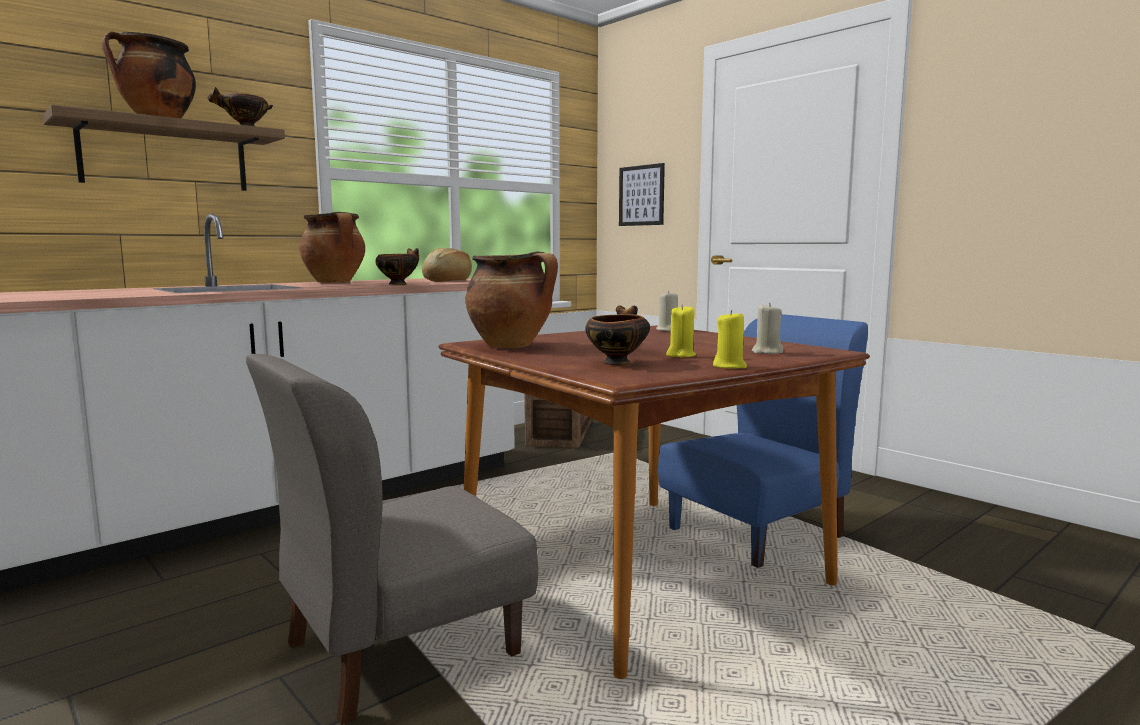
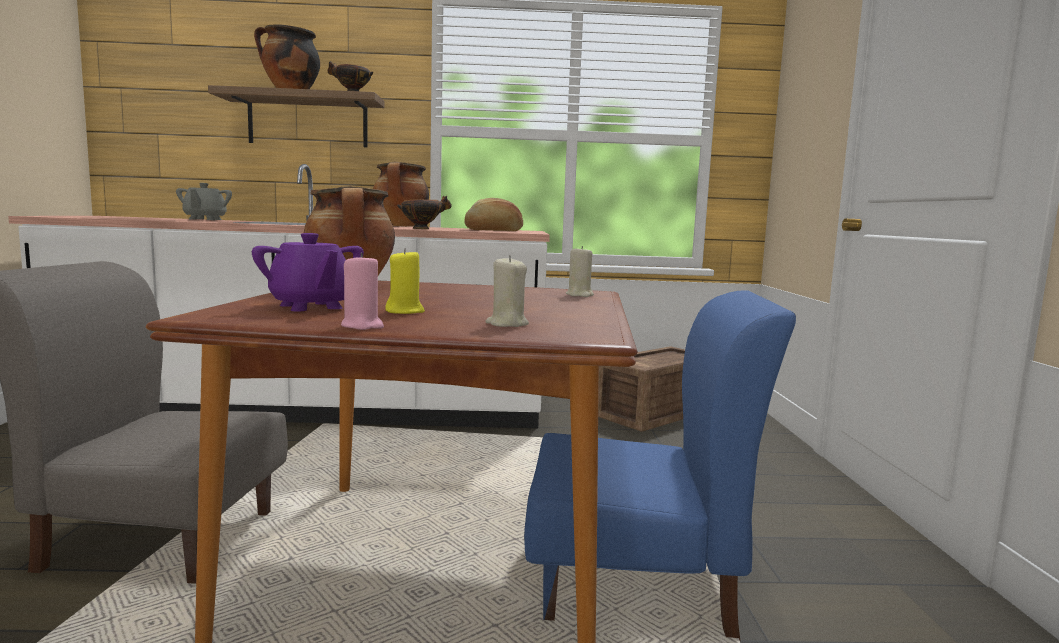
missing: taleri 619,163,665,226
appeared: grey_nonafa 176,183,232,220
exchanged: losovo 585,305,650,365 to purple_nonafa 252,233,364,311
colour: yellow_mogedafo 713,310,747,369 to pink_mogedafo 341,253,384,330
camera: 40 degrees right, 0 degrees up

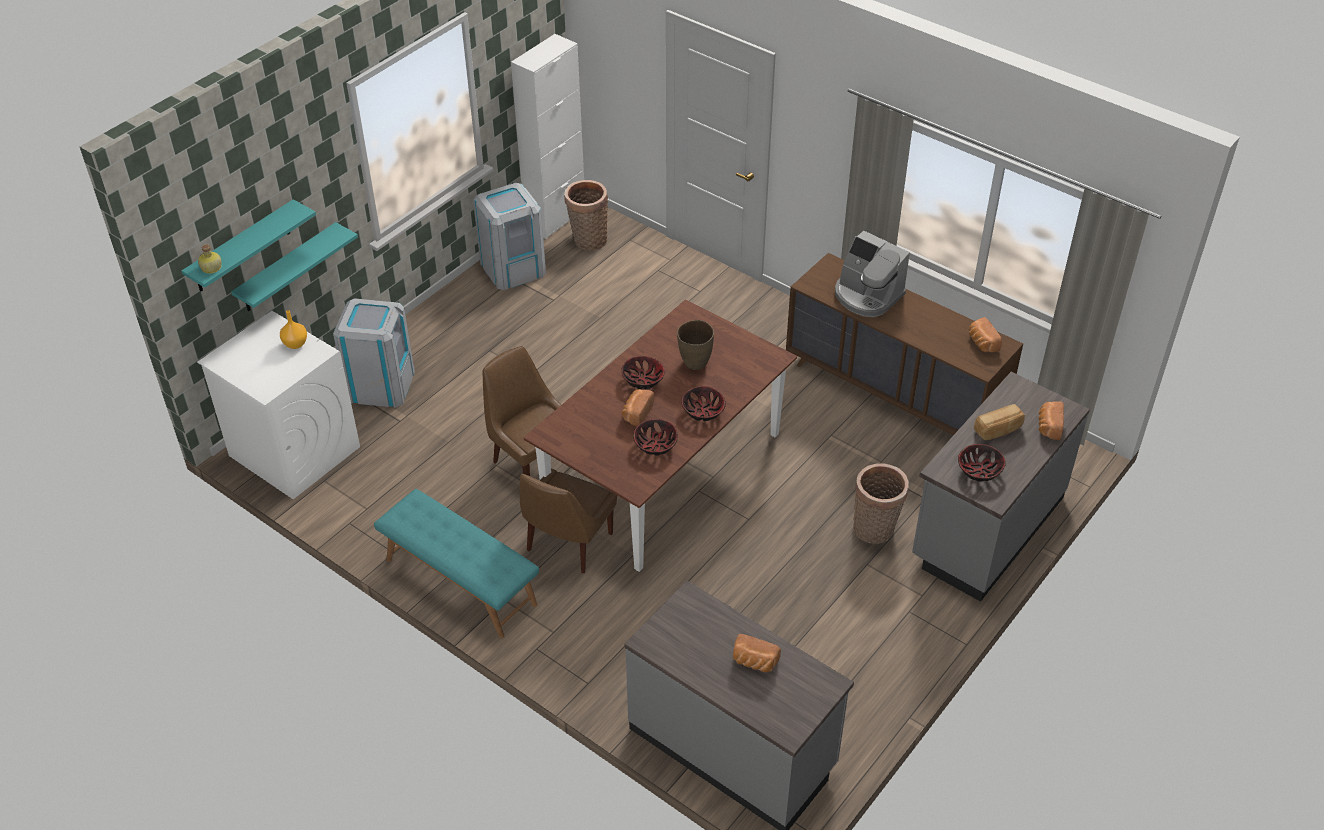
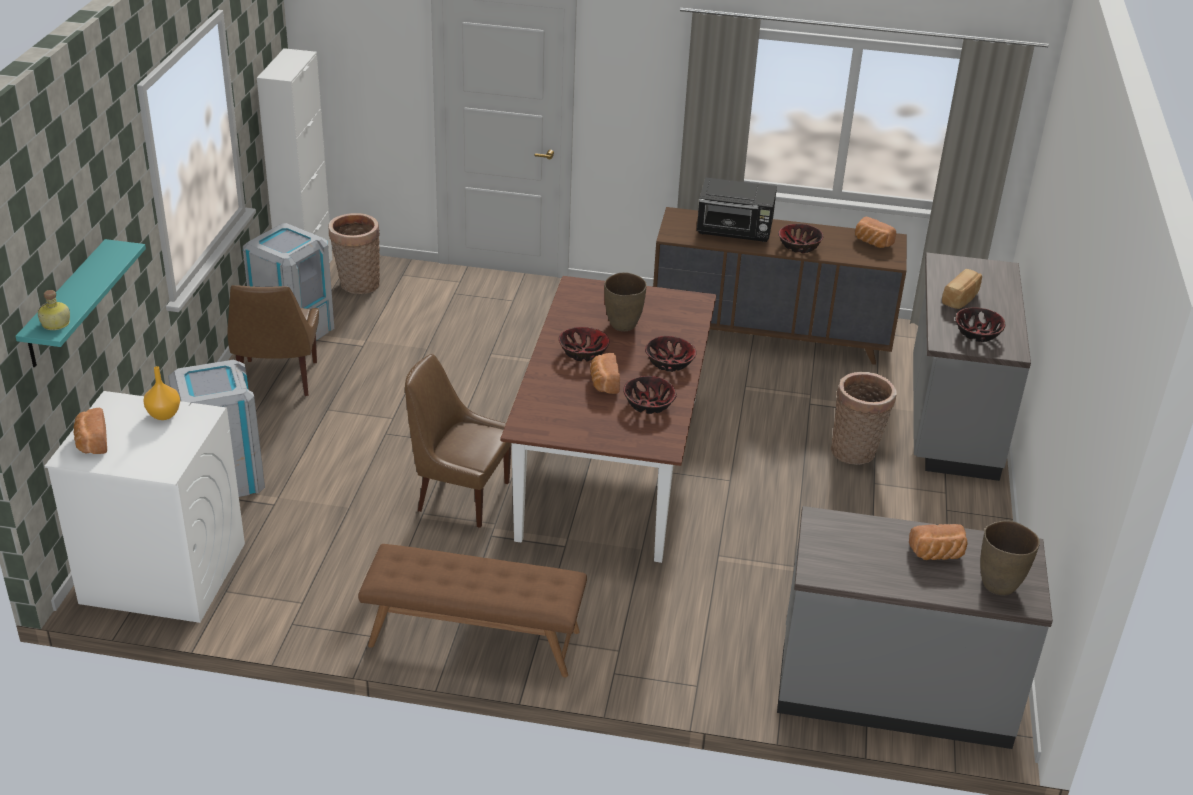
missing: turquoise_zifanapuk 231,222,358,311
appeared: losovo 778,223,824,253; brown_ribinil 980,521,1040,595
relocated: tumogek 1038,401,1064,440 to 73,408,107,454; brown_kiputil 520,469,617,573 to 227,285,319,396
exchanged: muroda 835,231,910,317 to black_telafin 697,178,777,242
colour: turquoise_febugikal 374,489,539,638 to brown_febugikal 358,544,587,678
camera: 30 degrees left, 10 degrees down

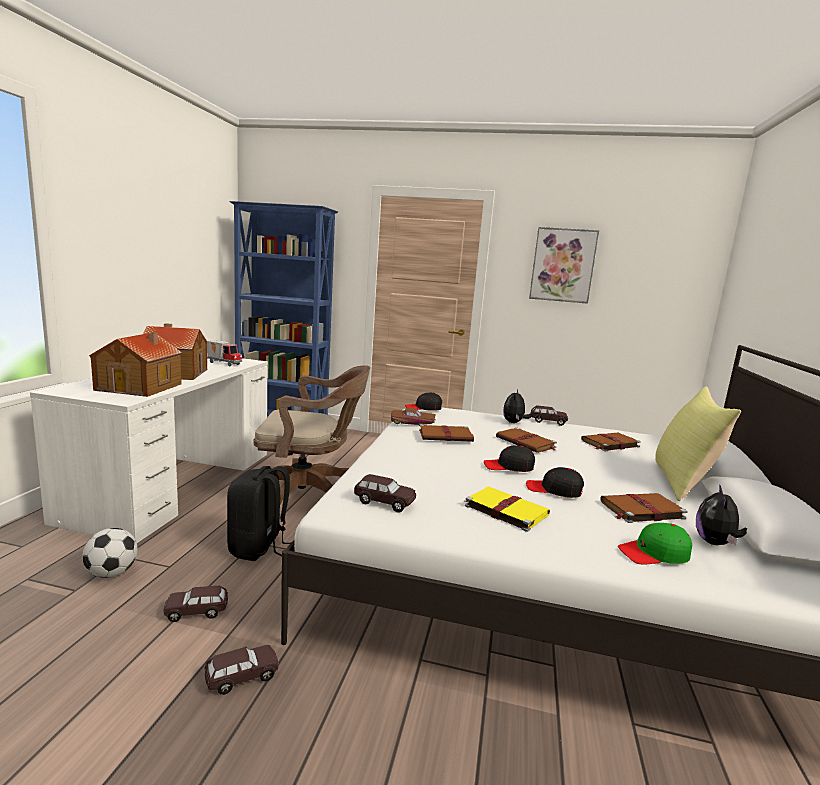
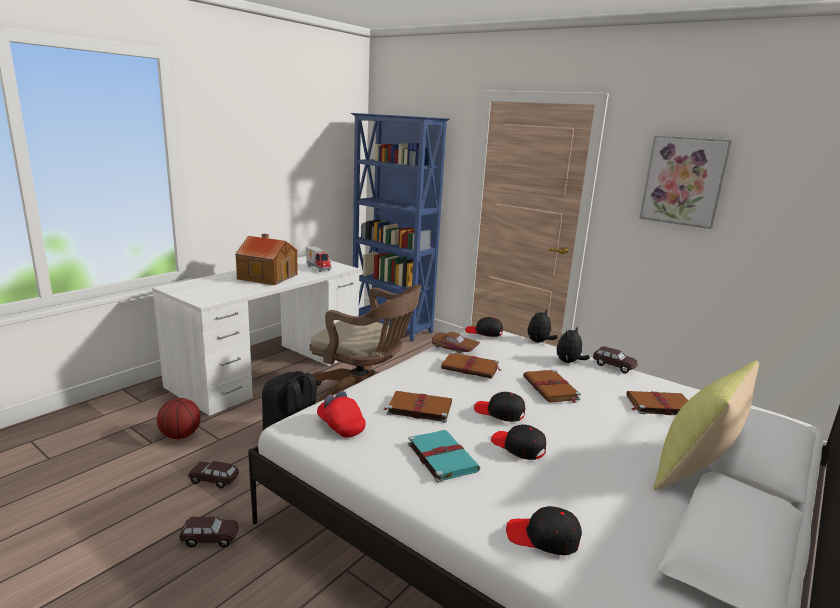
missing: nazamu 89,332,182,397
relocated: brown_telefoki 600,493,688,523 to 383,391,452,423; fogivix 696,486,747,546 to 528,309,558,342
exchanged: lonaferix 82,528,138,578 to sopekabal 157,398,201,439; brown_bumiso 354,474,416,513 to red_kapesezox 317,391,366,437
colour: yellow_telefoki 465,487,550,532 to turquoise_telefoki 408,430,480,483; green_kapesezox 618,523,692,565 to black_kapesezox 506,506,582,555
camera: 25 degrees right, 5 degrees up

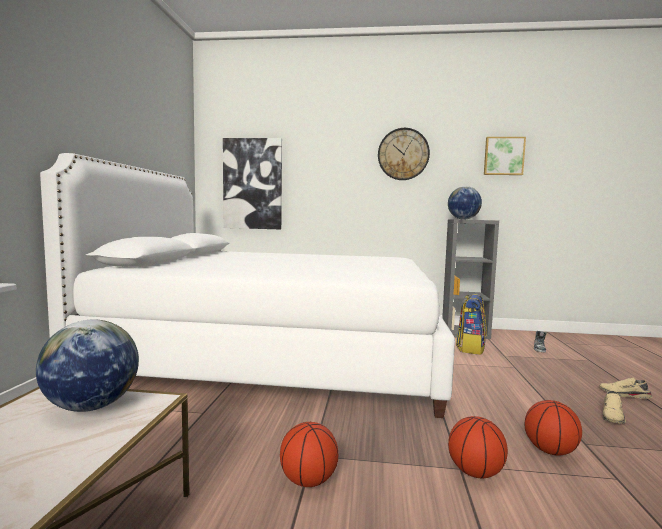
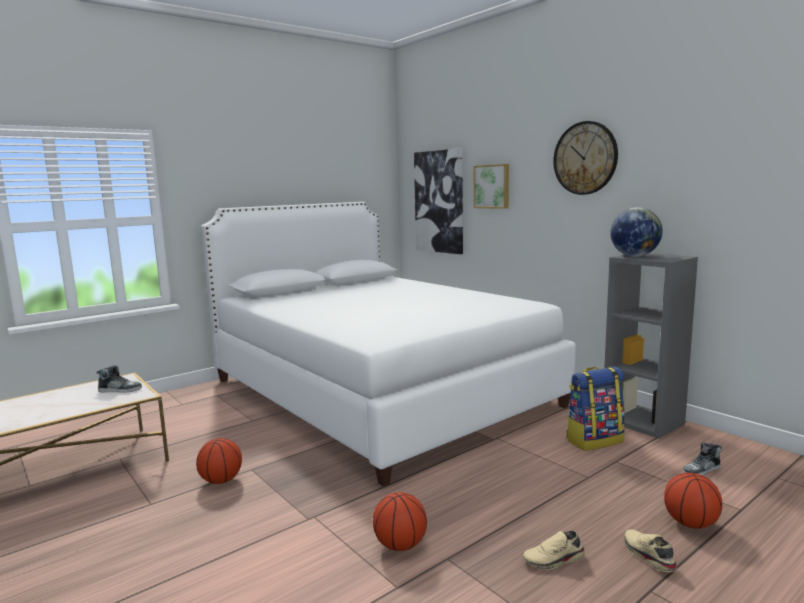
relocated: taleri 484,137,526,175 to 474,164,509,209; sopekabal 448,416,508,478 to 664,473,722,529
exchanged: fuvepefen 36,320,139,412 to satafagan 97,366,142,393
camera: 45 degrees right, 5 degrees up

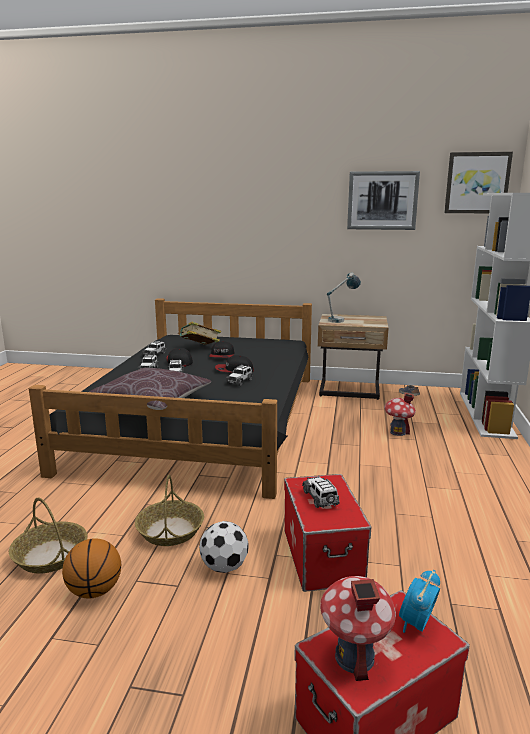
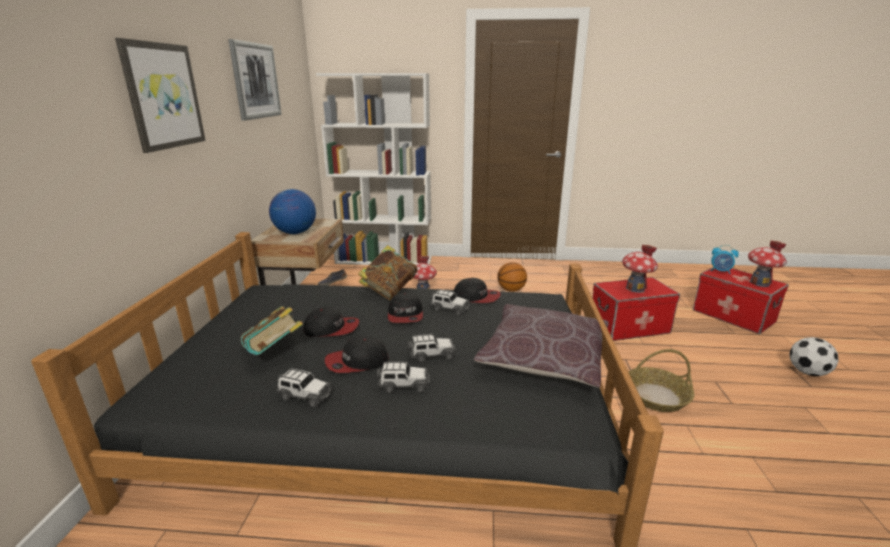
missing: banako 9,497,88,573
appeared: telefoki 358,245,418,300; kapesezox 453,278,501,303
relocated: taleri 444,152,513,213 to 115,38,206,153; sopekabal 62,538,121,599 to 497,262,527,292; lonaferix 199,521,249,573 to 790,337,839,376
exchanged: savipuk 327,272,361,323 to fuvepefen 269,189,316,234; bumiso 302,476,340,508 to nazamu 622,245,658,293
camera: 95 degrees left, 5 degrees up

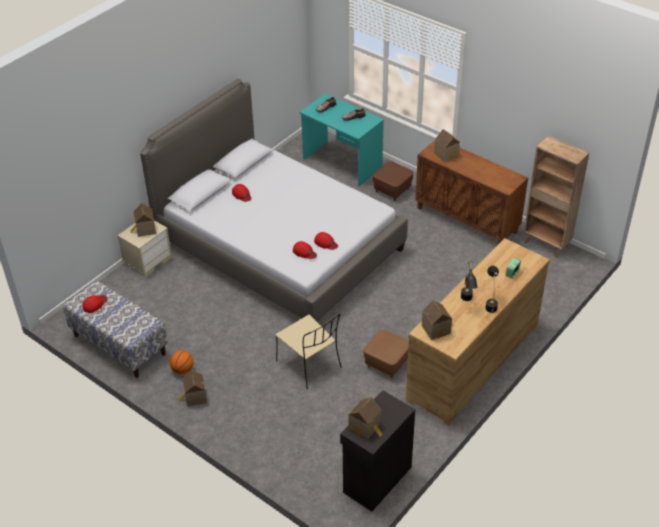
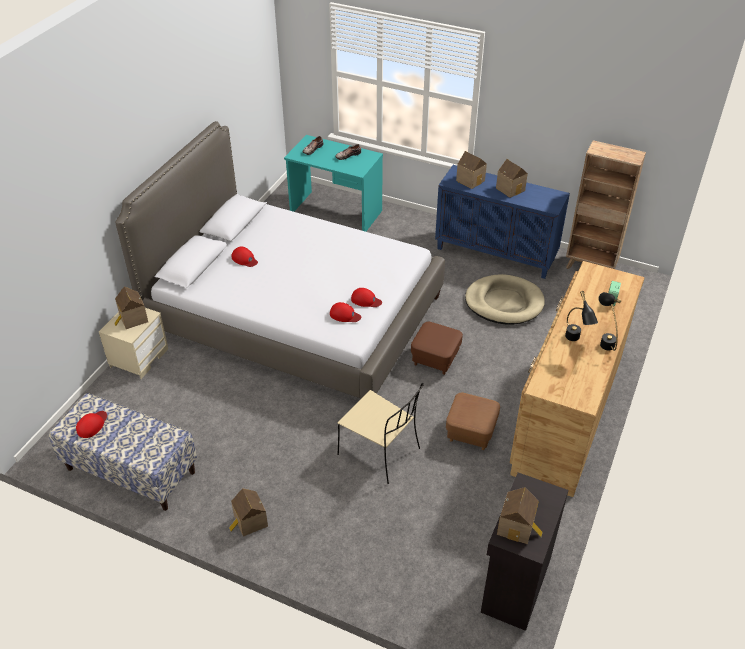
missing: sopekabal 169,350,194,374
appeared: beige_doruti 465,274,545,324
relocated: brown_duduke 373,162,413,201 to 411,322,463,375; nazamu 422,300,453,340 to 496,159,528,198
colour: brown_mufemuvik 415,141,528,244 to blue_mufemuvik 435,165,570,279
camera: 15 degrees left, 0 degrees up

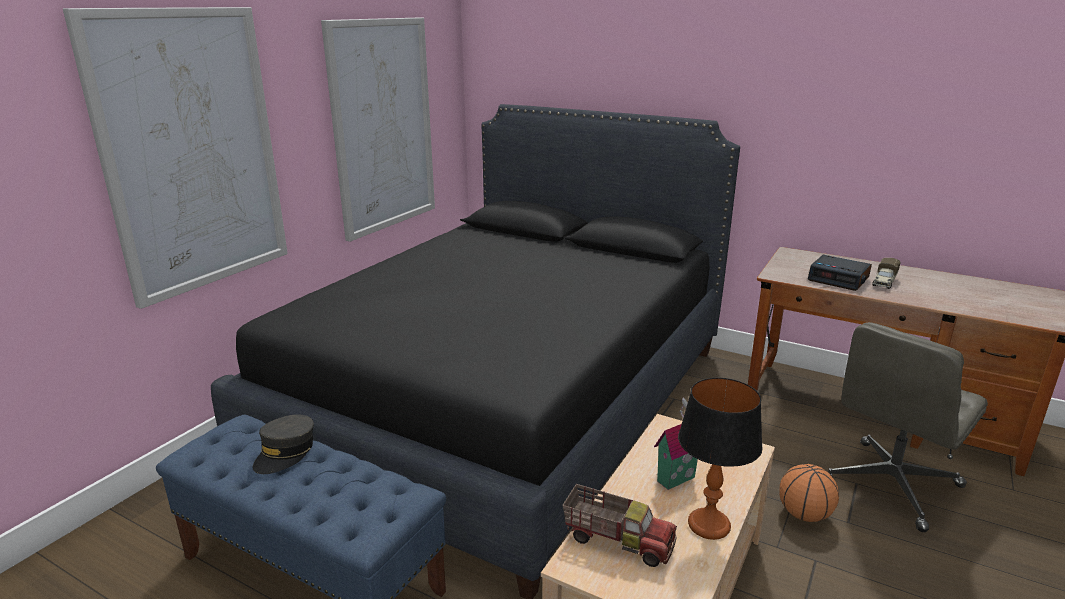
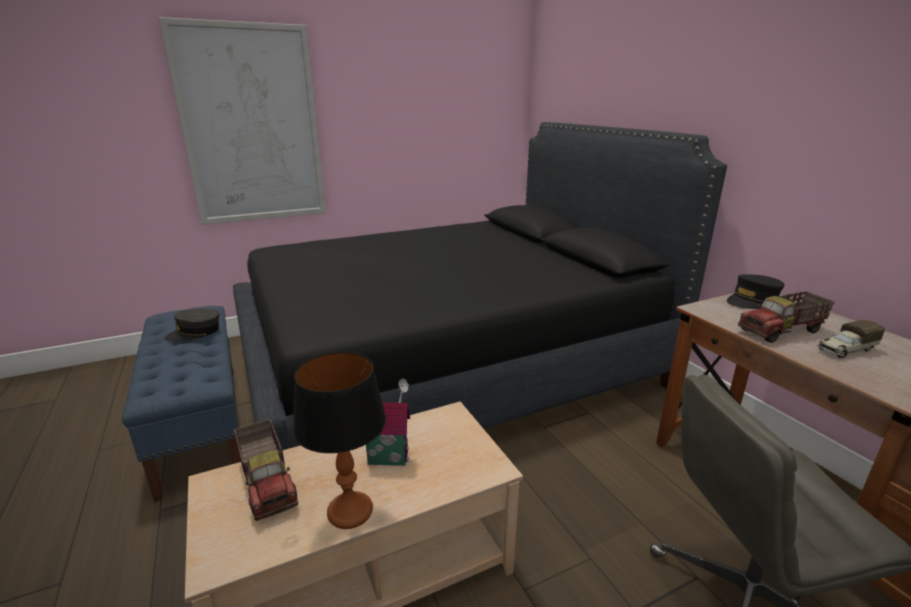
missing: taleri 321,17,435,242; sopekabal 780,464,839,522
appeared: black_kapesezox 727,274,785,309
exchanged: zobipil 808,255,872,291 to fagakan 738,291,835,343
camera: 35 degrees right, 0 degrees up

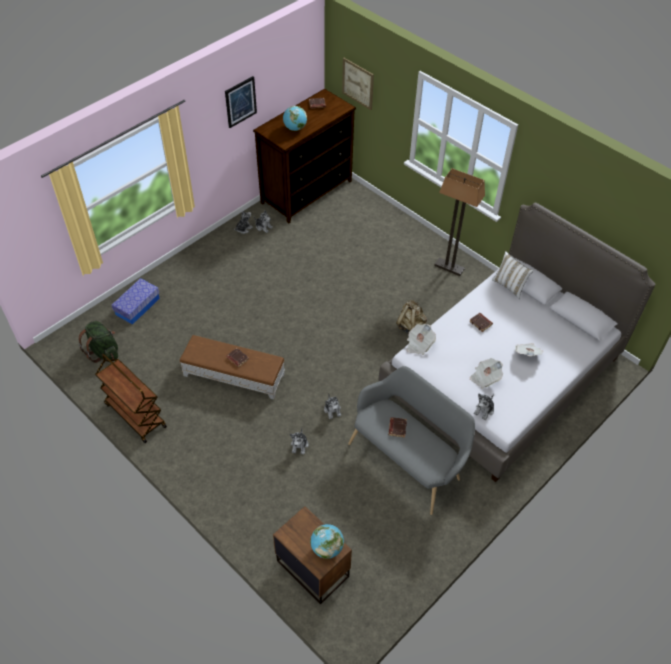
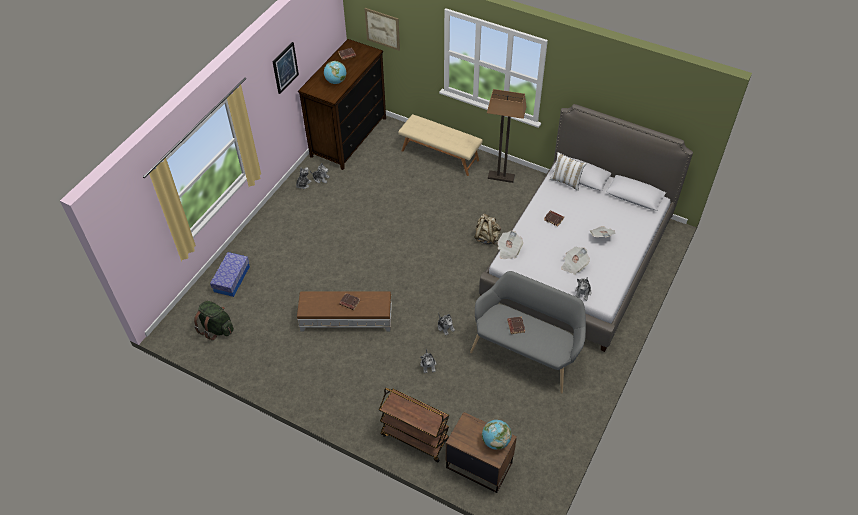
appeared: beige_febugikal 398,114,483,176
relocated: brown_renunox 95,354,167,443 to 379,388,449,462
camera: 15 degrees left, 0 degrees up

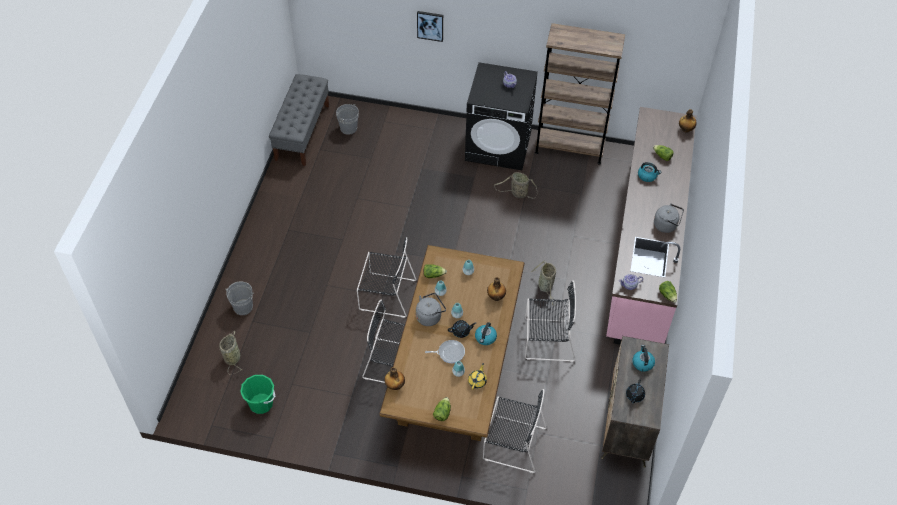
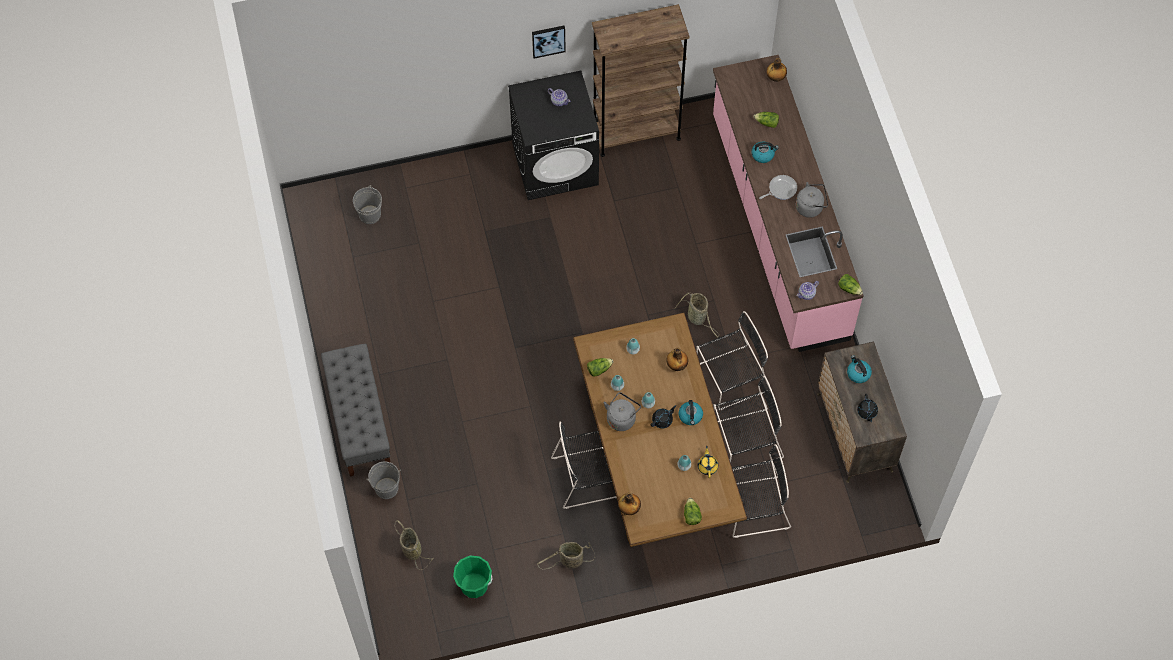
relocated: grey_febugikal 269,74,329,166 to 321,344,391,477; taleri 417,11,443,42 to 532,26,566,59; banako 494,172,537,198 to 537,542,595,569; black_kiputil 357,237,417,318 to 713,376,784,471; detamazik 425,340,465,363 to 759,175,797,200
camera: 25 degrees left, 10 degrees up

